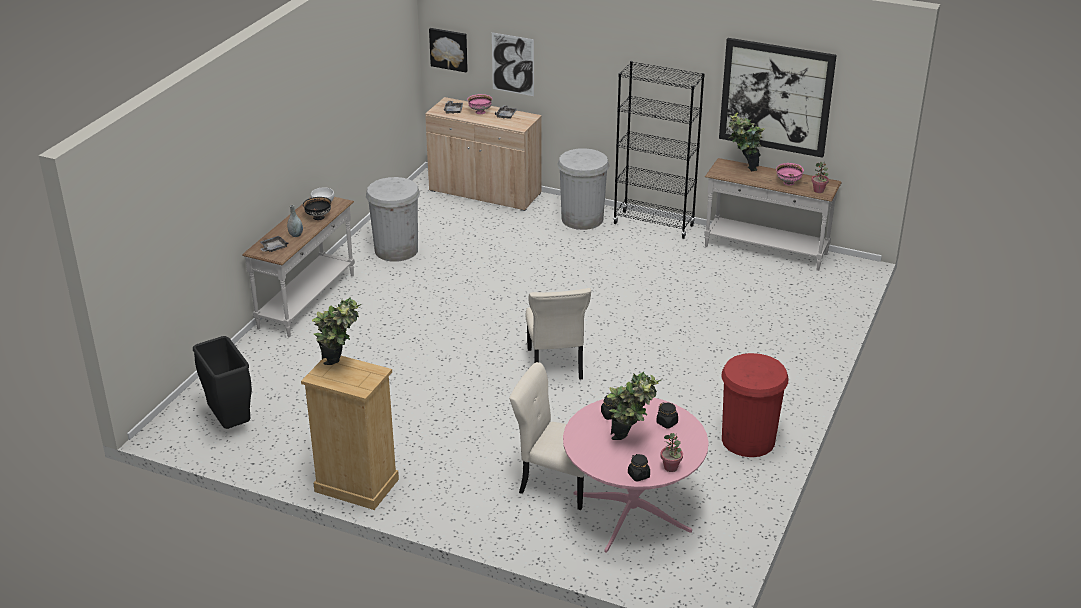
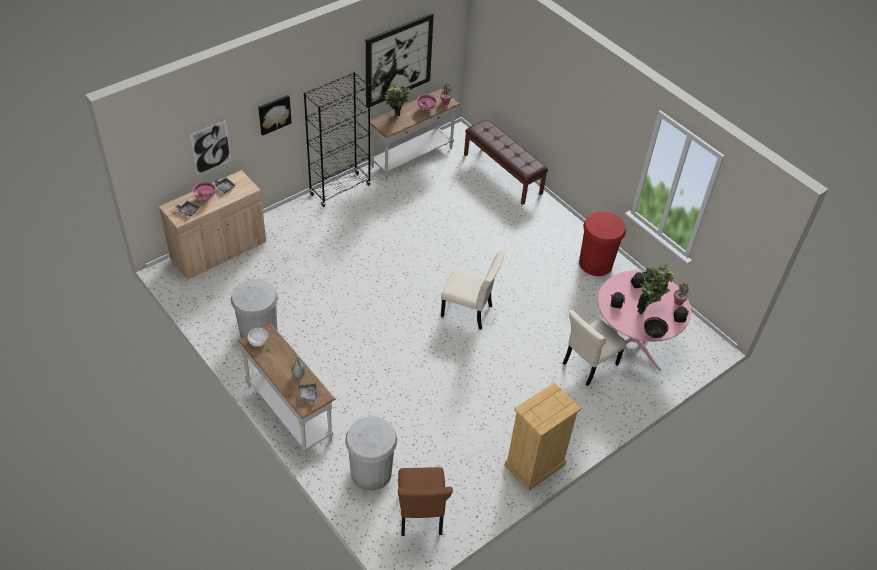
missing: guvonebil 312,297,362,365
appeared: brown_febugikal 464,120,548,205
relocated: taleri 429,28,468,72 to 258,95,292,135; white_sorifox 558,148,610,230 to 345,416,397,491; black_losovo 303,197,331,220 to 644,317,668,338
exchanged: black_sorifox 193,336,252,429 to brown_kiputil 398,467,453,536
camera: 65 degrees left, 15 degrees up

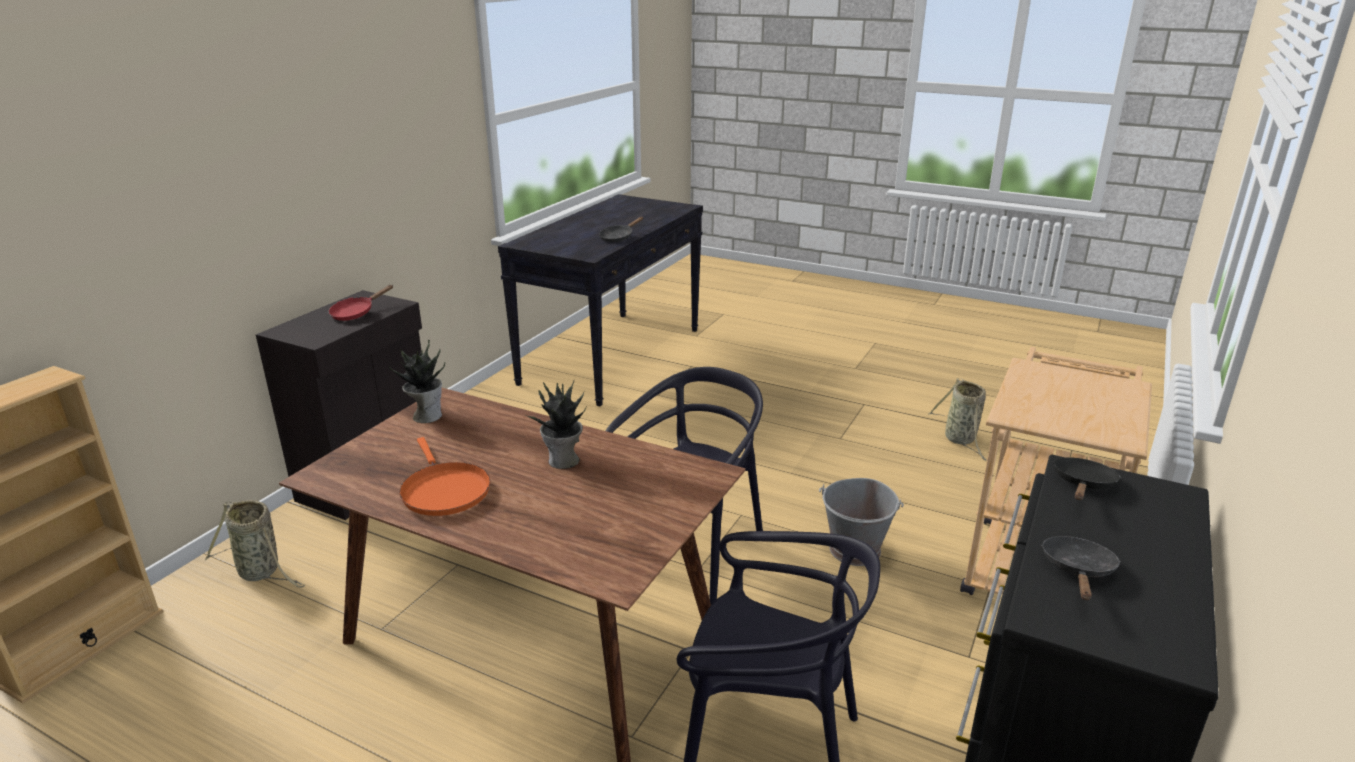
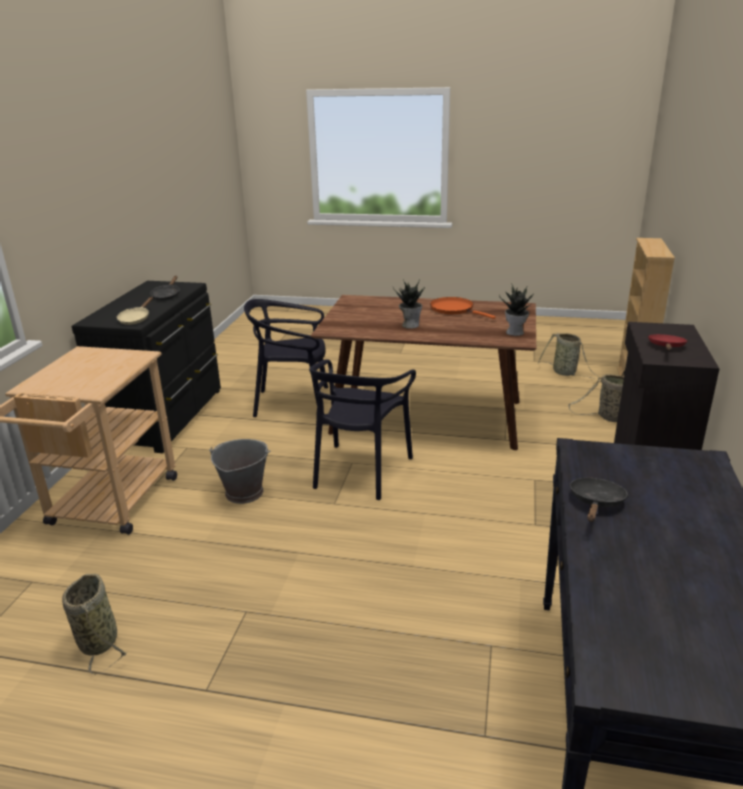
appeared: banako 537,333,599,379
colour: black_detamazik 1053,457,1122,500 to beige_detamazik 117,297,153,325
camera: 165 degrees right, 0 degrees up

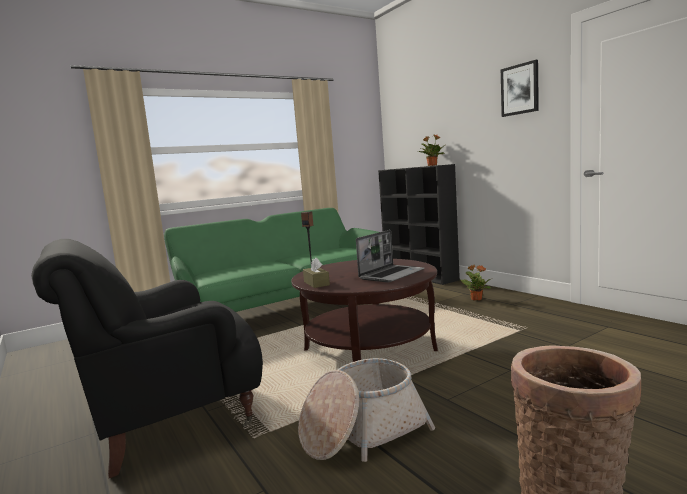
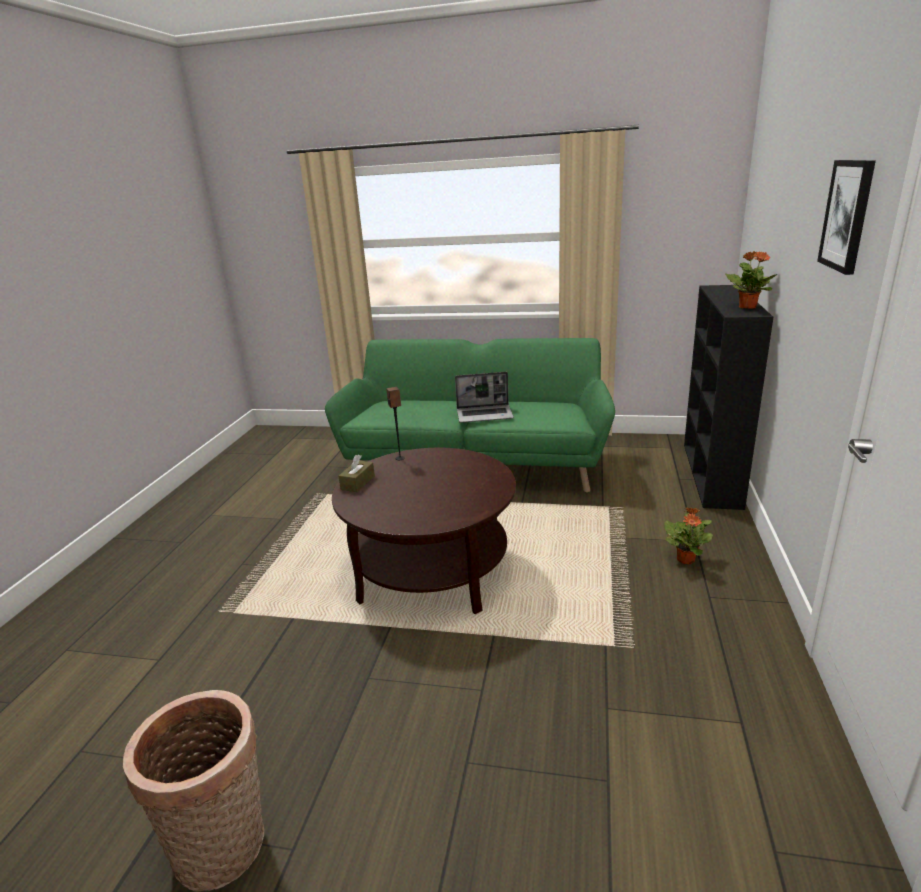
missing: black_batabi 31,239,263,478; banako 298,358,435,462
relocated: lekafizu 356,230,424,283 to 455,372,514,423
camera: 45 degrees right, 15 degrees up

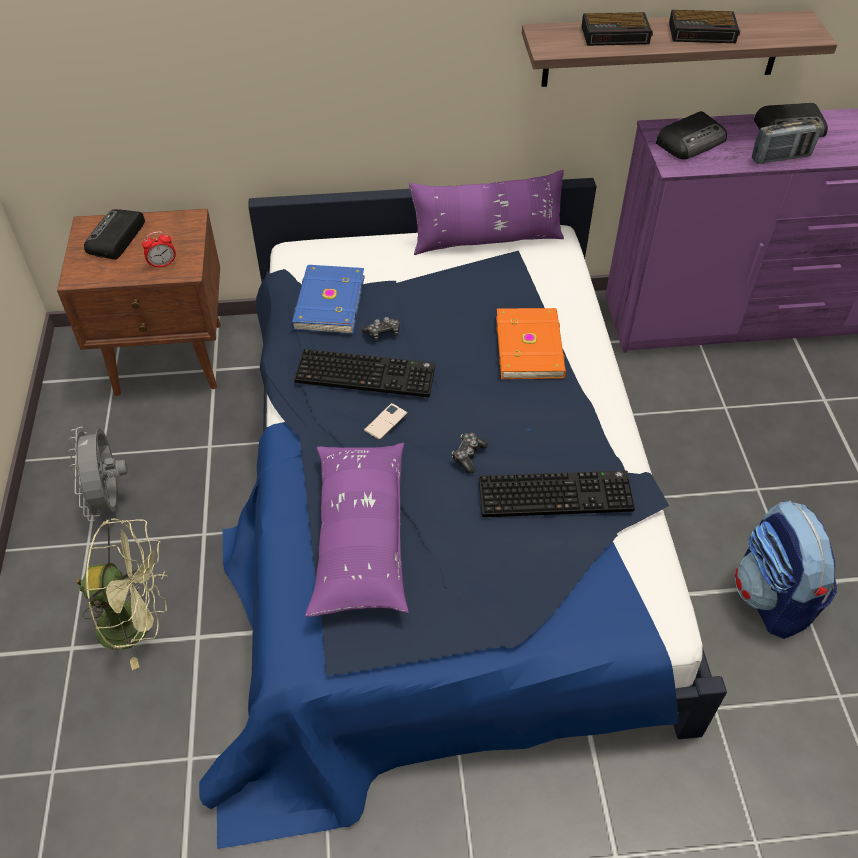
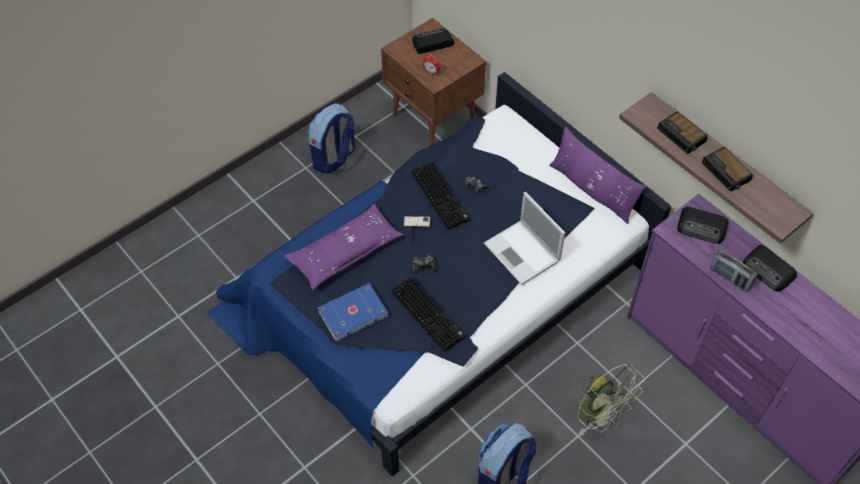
relocated: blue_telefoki 291,265,365,334 to 317,283,389,342; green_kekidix 76,518,168,670 to 577,363,645,436
exchanged: grey_kekidix 68,427,128,521 to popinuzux 307,103,355,174; orange_telefoki 496,308,566,379 to lekafizu 484,192,565,285
camera: 55 degrees right, 5 degrees up

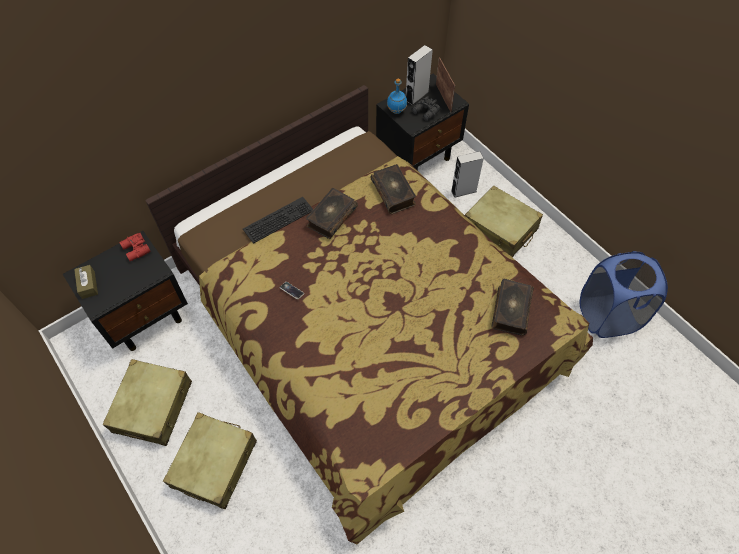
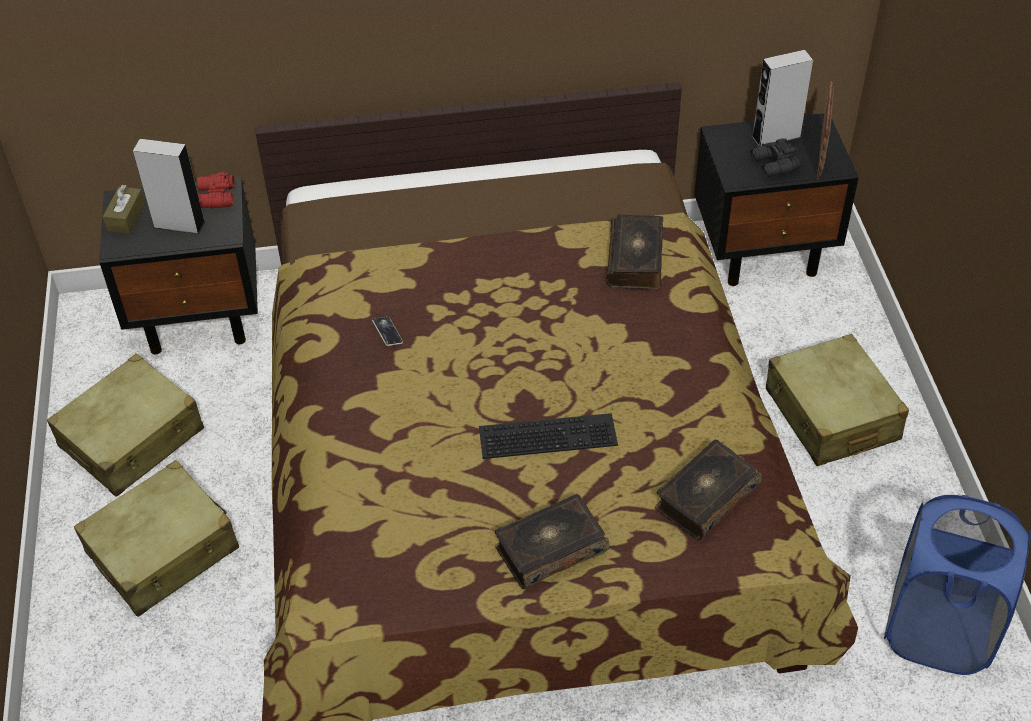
missing: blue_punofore 387,79,407,114
relocated: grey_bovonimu 451,151,484,198 to 133,139,205,234; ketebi 243,197,313,244 to 479,413,618,459; telefoki 306,188,358,239 to 495,494,609,589
camera: 30 degrees right, 10 degrees down

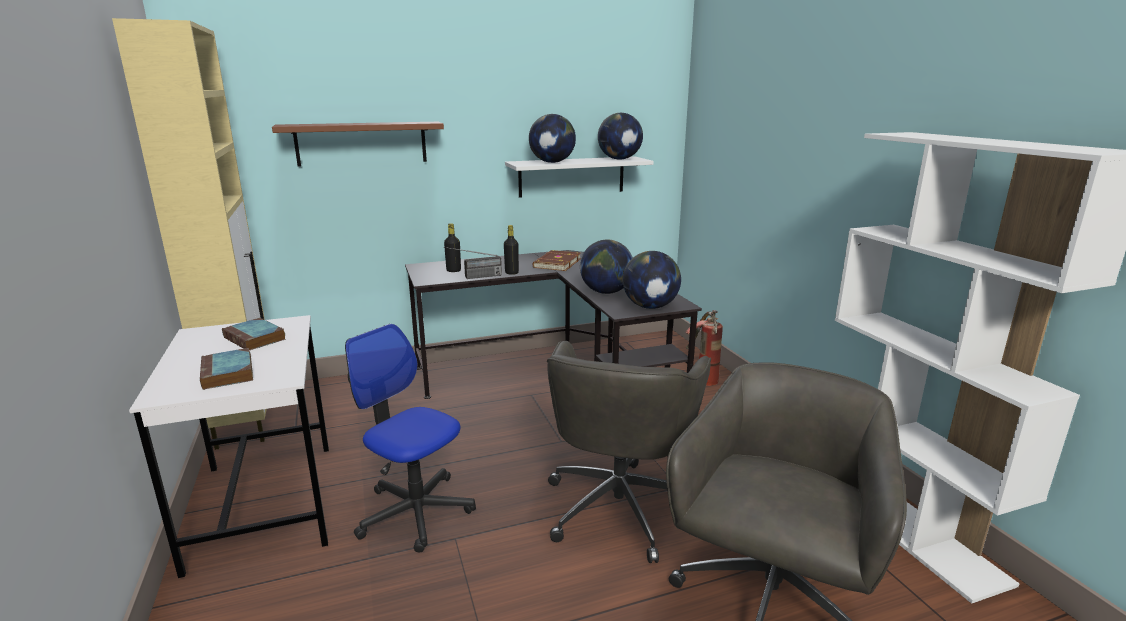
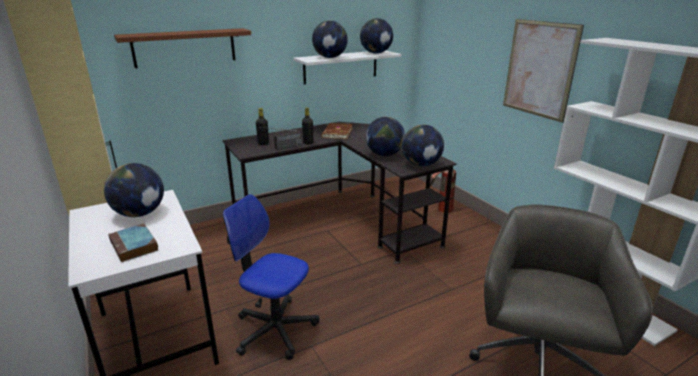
missing: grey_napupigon 547,341,711,563
appeared: taleri 503,19,584,123
exchanged: telefoki 222,318,286,351 to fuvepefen 104,163,164,217
camera: 10 degrees left, 5 degrees up

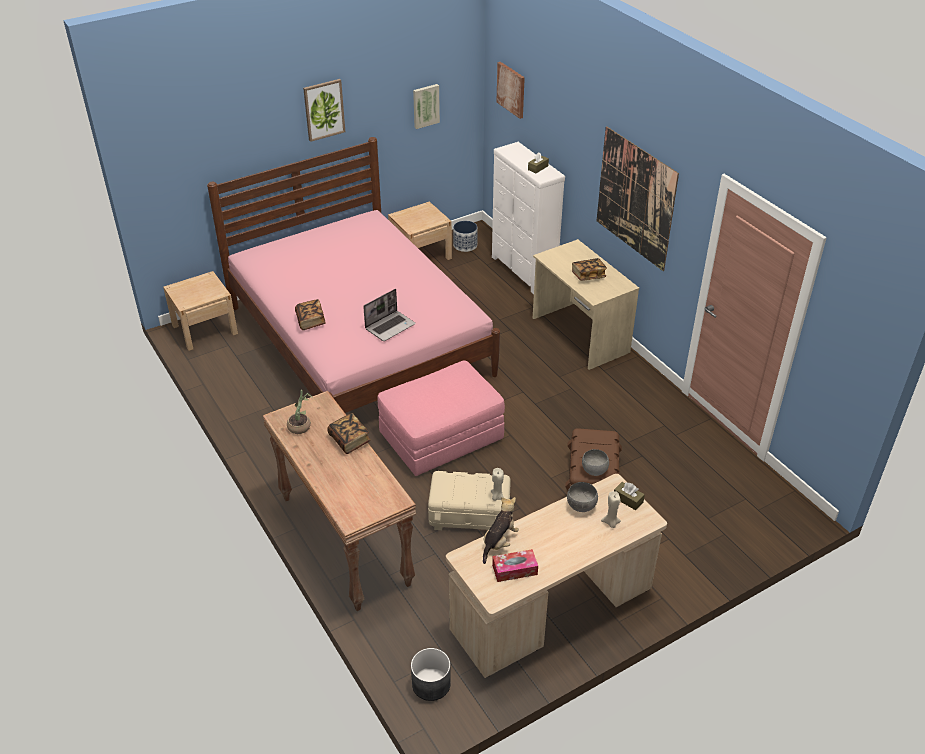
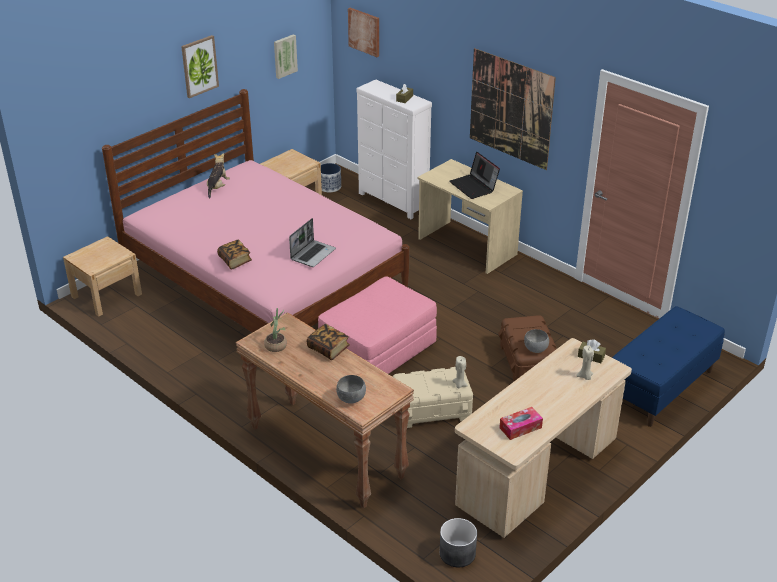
appeared: blue_febugikal 612,306,725,427
relocated: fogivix 483,497,519,564 to 207,153,230,198; grey_losovo 567,482,598,512 to 336,375,366,404
exchanged: telefoki 572,258,607,281 to lekafizu 449,152,500,199
camera: 15 degrees left, 5 degrees down

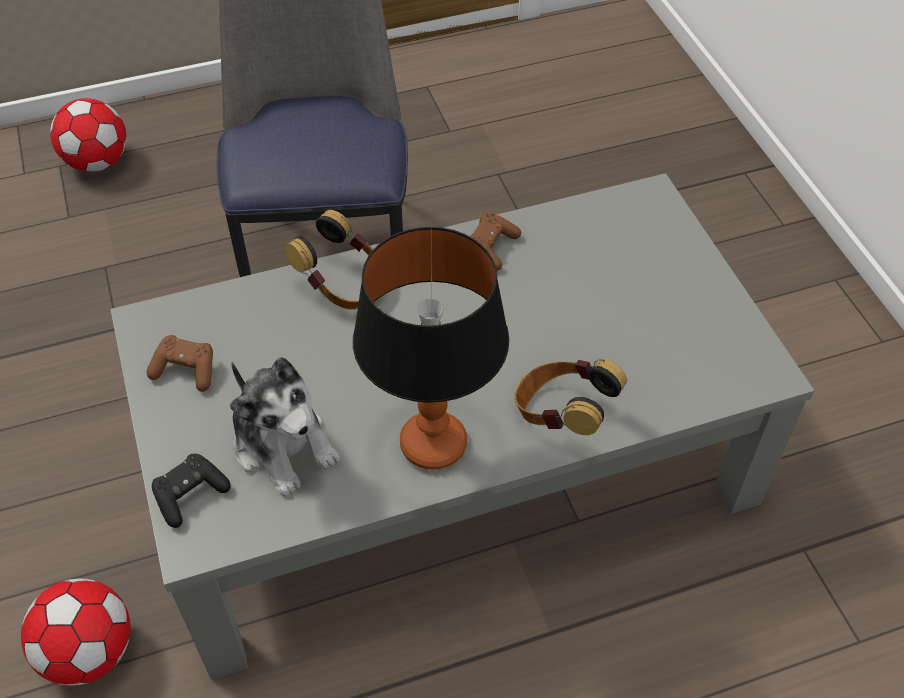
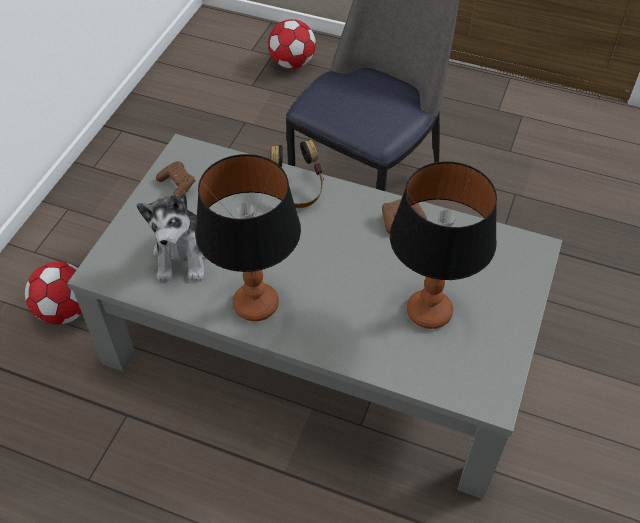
missing: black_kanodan 152,454,231,528; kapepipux 515,359,627,435
appeared: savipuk 390,161,497,329
camera: 40 degrees right, 0 degrees up

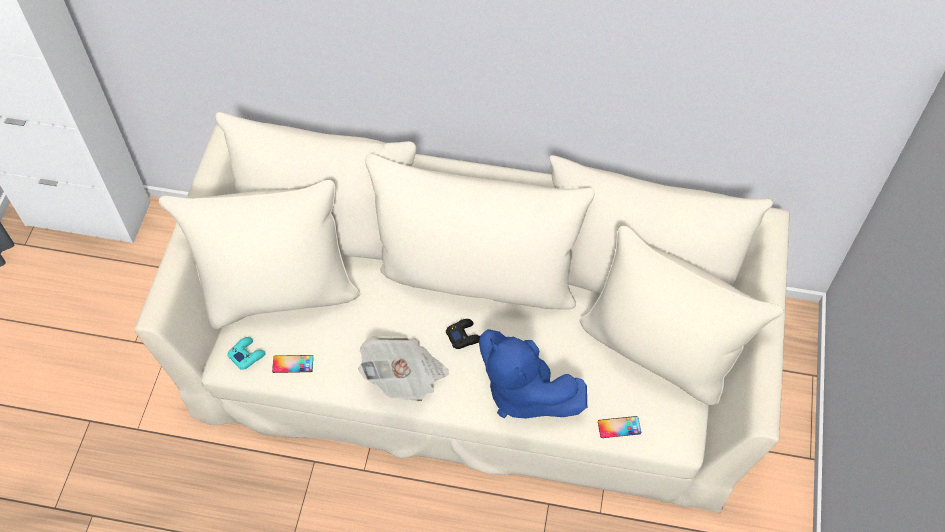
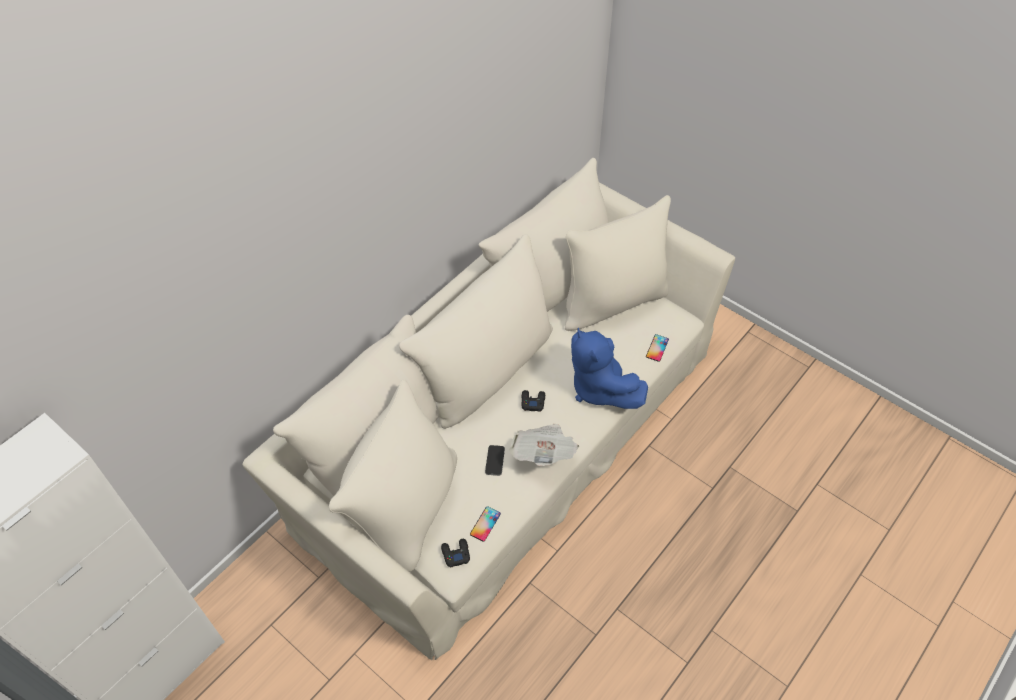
appeared: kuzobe 485,445,505,476
colour: turquoise_kanodan 228,337,266,370 to black_kanodan 441,539,470,568
spun: blue_fogivix 479,329,587,418 = 571,328,648,409 75 degrees clockwise
camera: 60 degrees left, 5 degrees down

